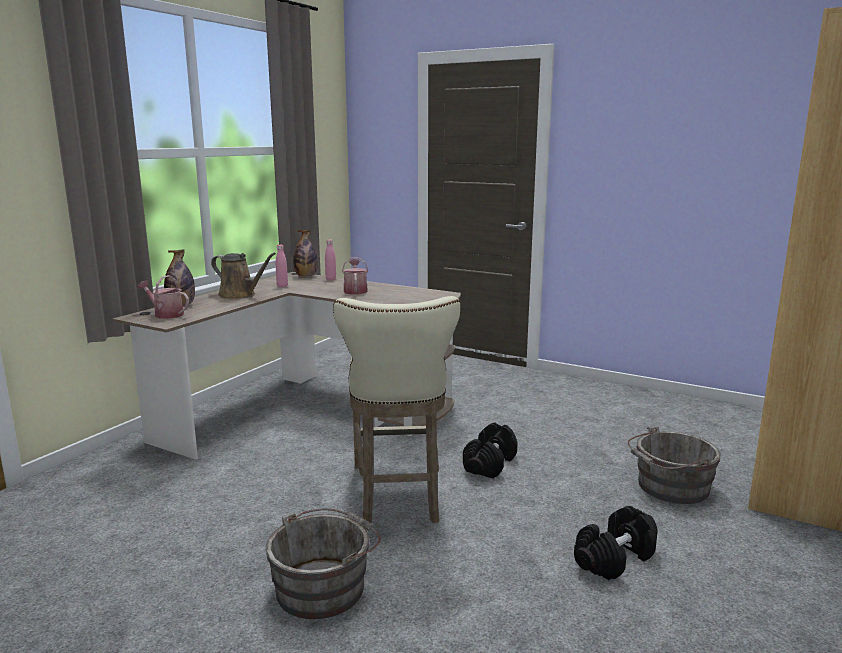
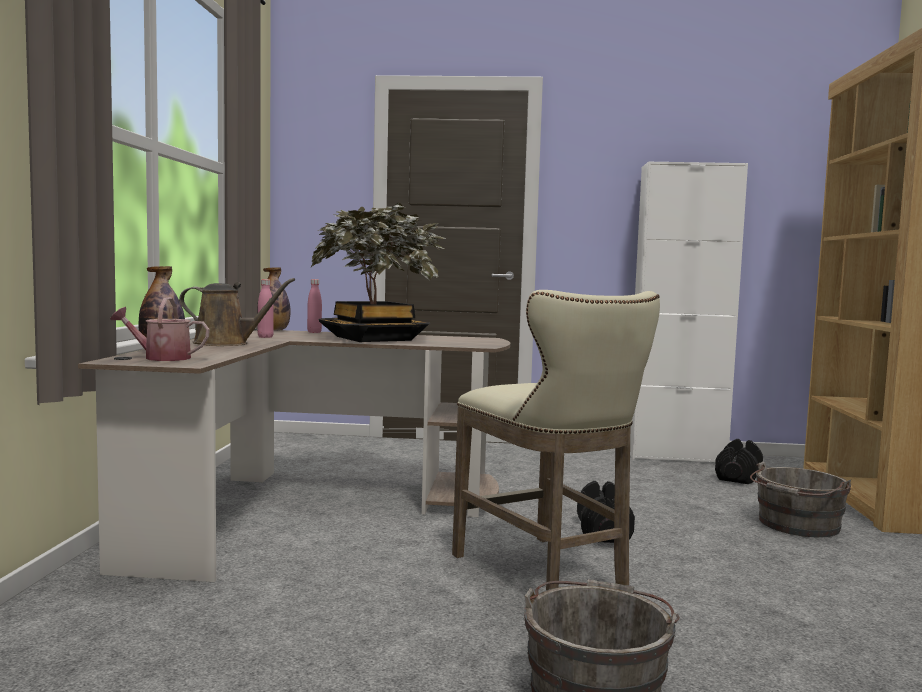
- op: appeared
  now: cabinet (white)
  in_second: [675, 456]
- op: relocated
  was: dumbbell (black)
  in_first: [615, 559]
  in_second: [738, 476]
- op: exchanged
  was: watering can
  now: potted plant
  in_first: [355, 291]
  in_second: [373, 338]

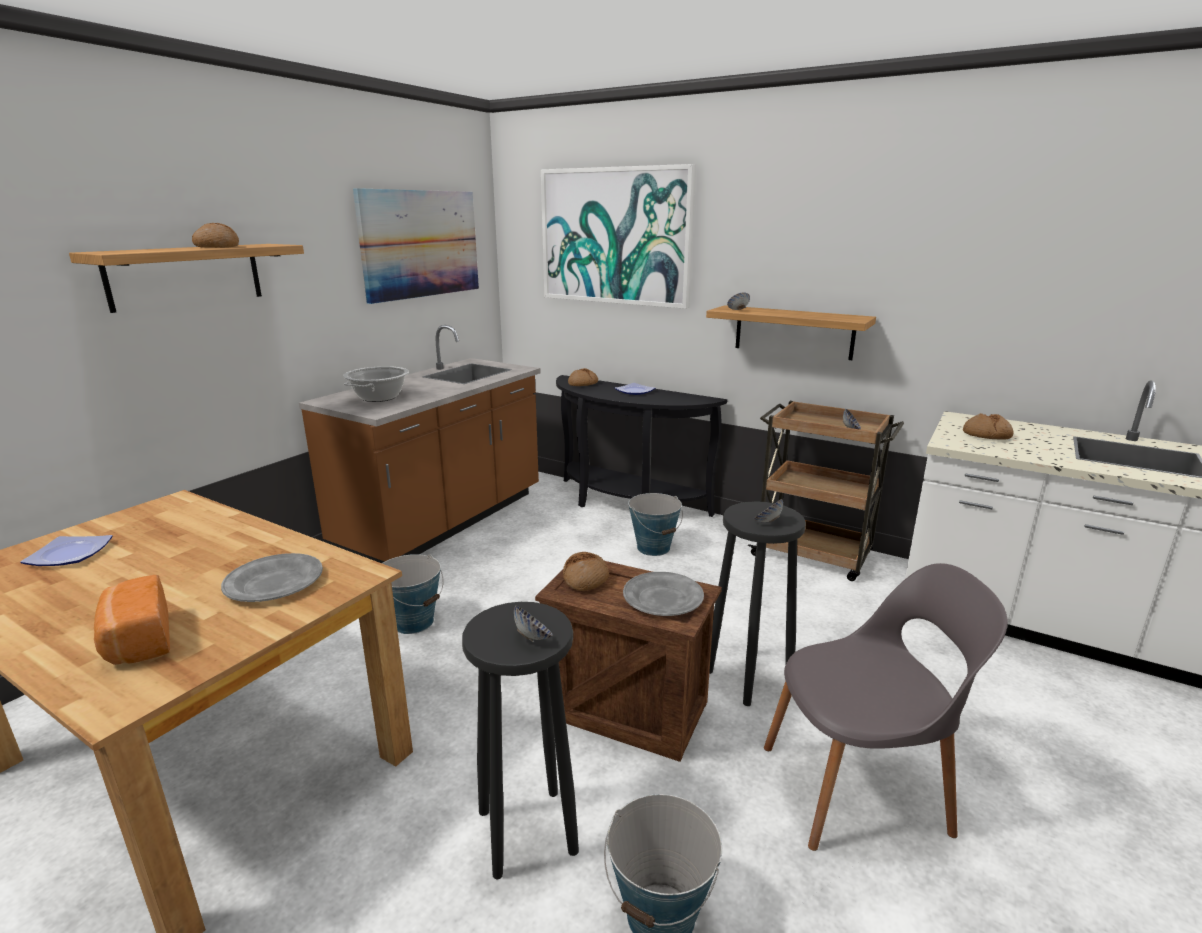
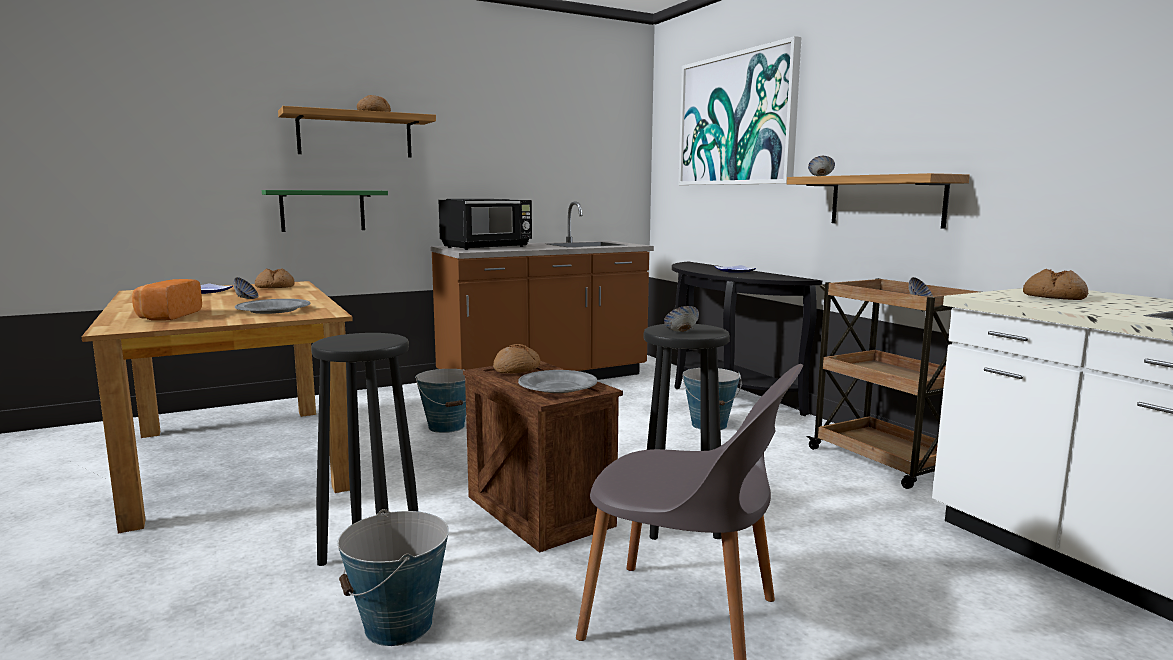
- op: missing
  was: picture
  in_first: [420, 244]
- op: appeared
  now: shelf (green)
  in_second: [323, 210]
- op: relocated
  was: bowl
  in_first: [533, 637]
  in_second: [246, 298]
- op: relocated
  was: bread
  in_first: [583, 384]
  in_second: [275, 287]
- op: exchanged
  was: cooking pot
  now: microwave (black)
  in_first: [379, 397]
  in_second: [488, 247]

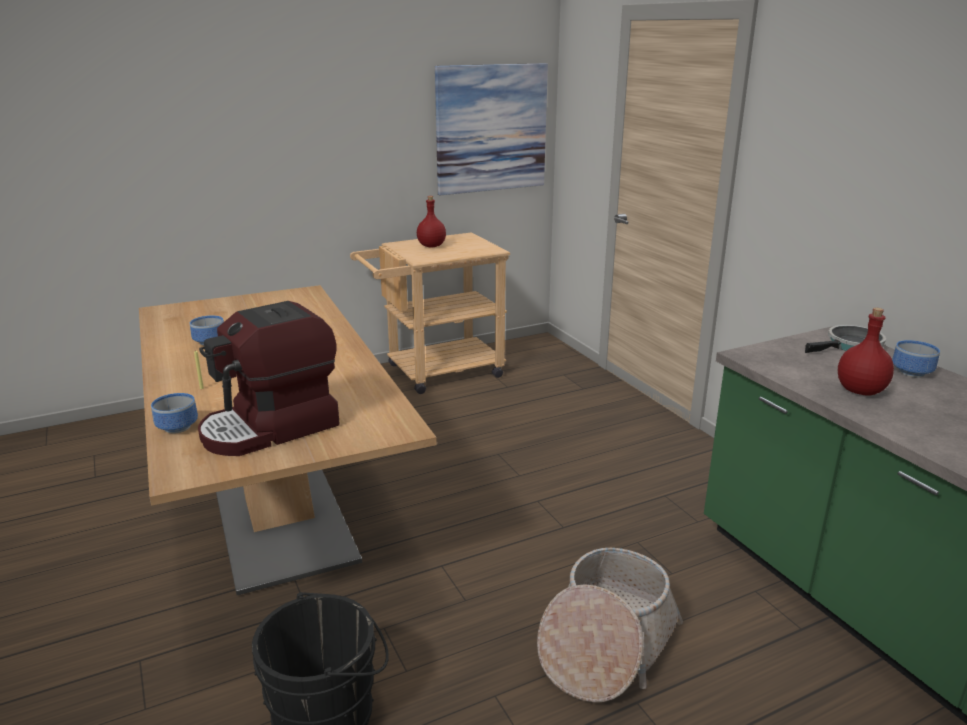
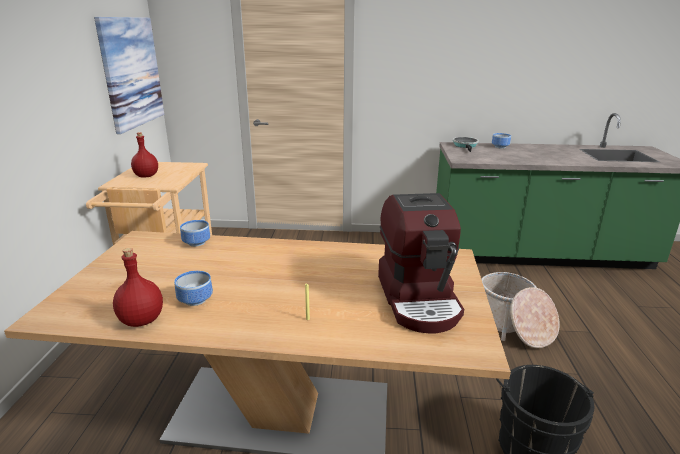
- op: relocated
  was: bowl
  in_first: [175, 428]
  in_second: [196, 243]
- op: relocated
  was: bottle (red)
  in_first: [859, 390]
  in_second: [141, 320]

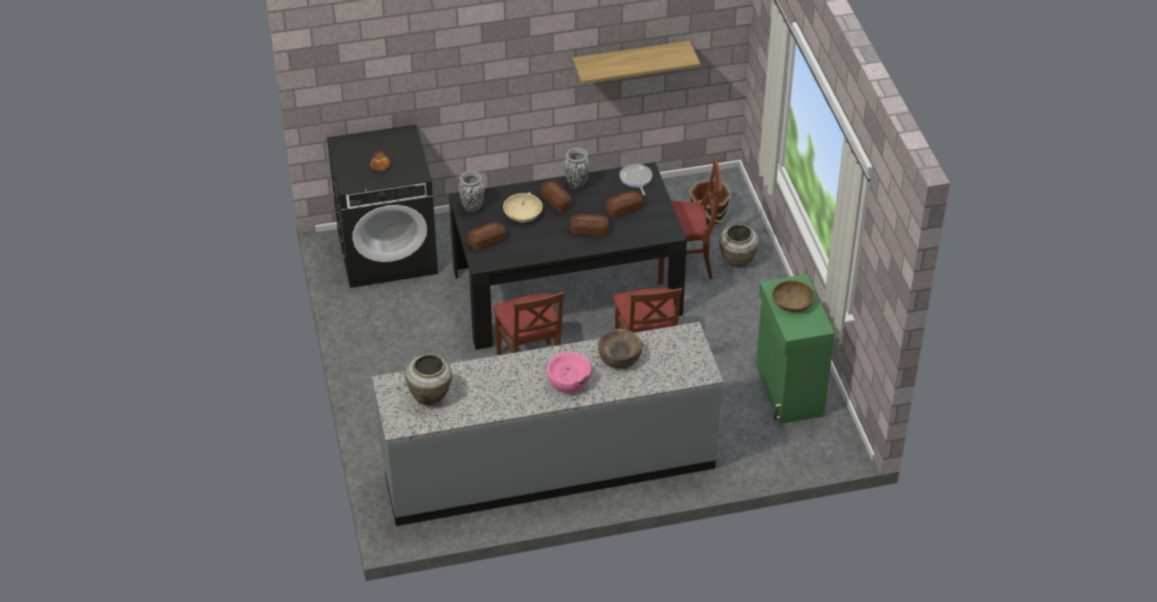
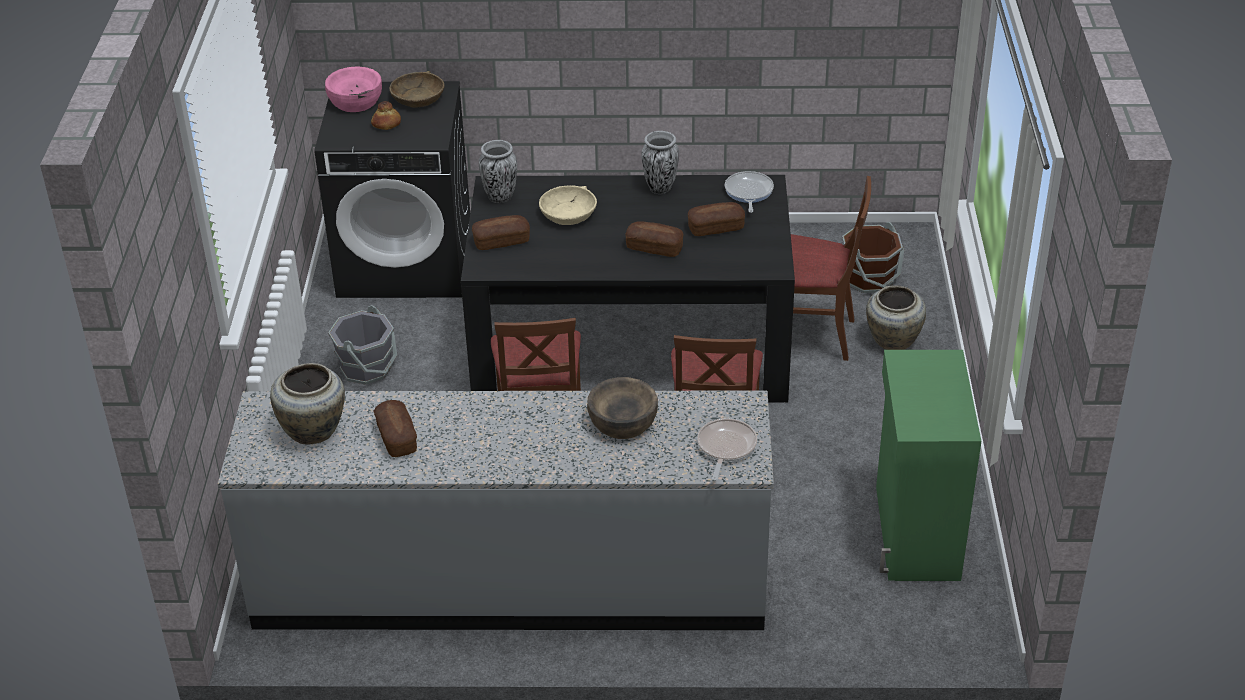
- op: missing
  was: shelf
  in_first: [631, 61]
- op: appeared
  now: bucket (grey)
  in_second: [367, 368]
- op: appeared
  now: frying pan
  in_second: [725, 448]
- op: relocated
  was: bread
  in_first: [555, 201]
  in_second: [396, 437]
- op: relocated
  was: bowl (pink)
  in_first: [569, 381]
  in_second: [356, 101]
- op: relocated
  was: bowl (brown)
  in_first: [792, 301]
  in_second: [418, 97]

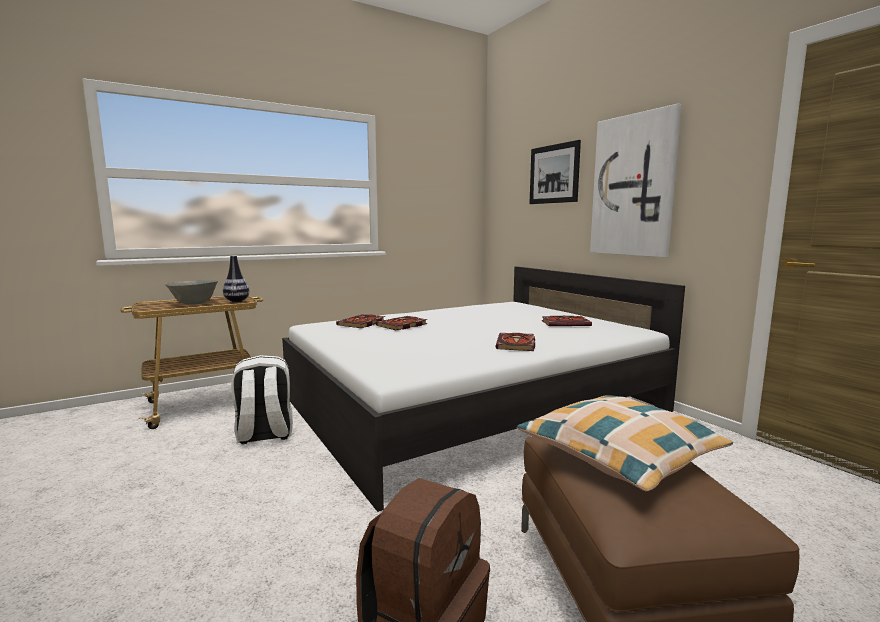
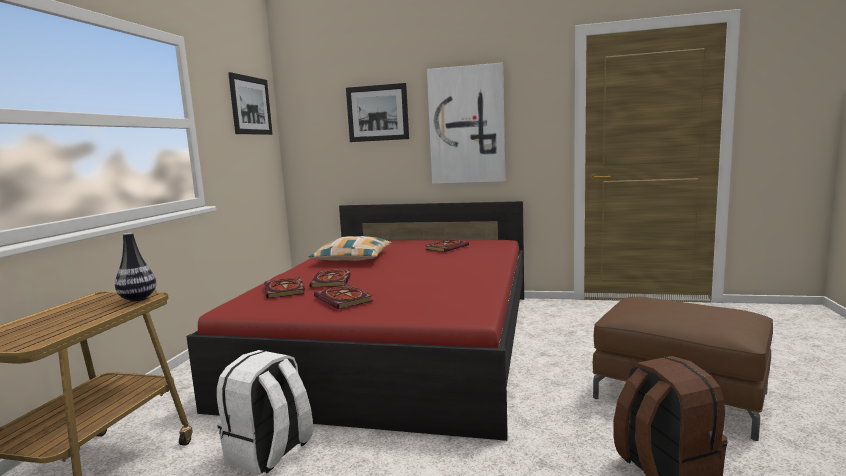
- op: missing
  was: bowl (grey)
  in_first: [194, 304]
- op: appeared
  now: picture
  in_second: [251, 105]
- op: relocated
  was: book
  in_first: [516, 344]
  in_second: [345, 299]
- op: relocated
  was: pillow
  in_first: [619, 454]
  in_second: [353, 258]
- op: colour
  was: bed (white)
  now: bed (red)
  in_first: [471, 403]
  in_second: [399, 342]

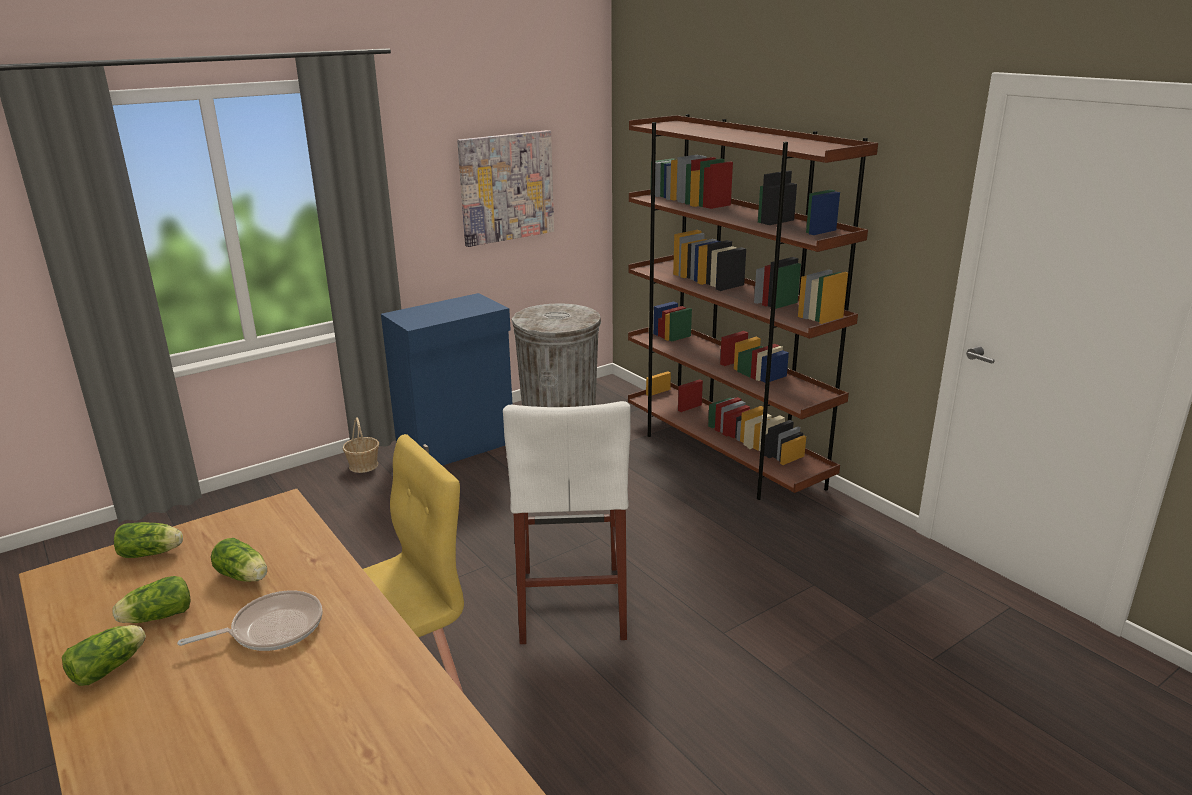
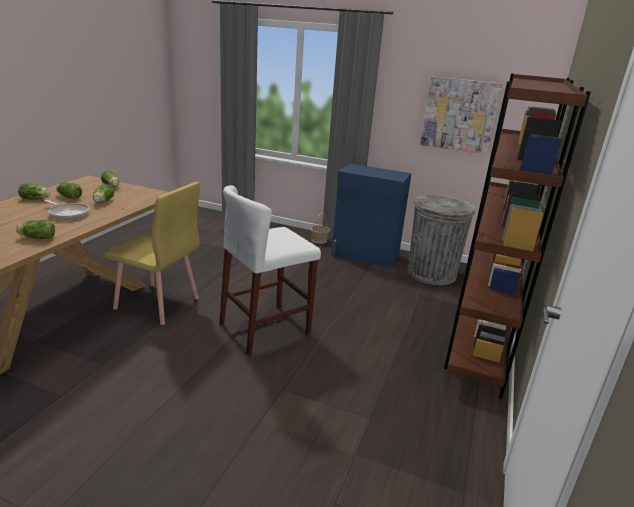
- op: appeared
  now: lettuce
  in_second: [37, 238]

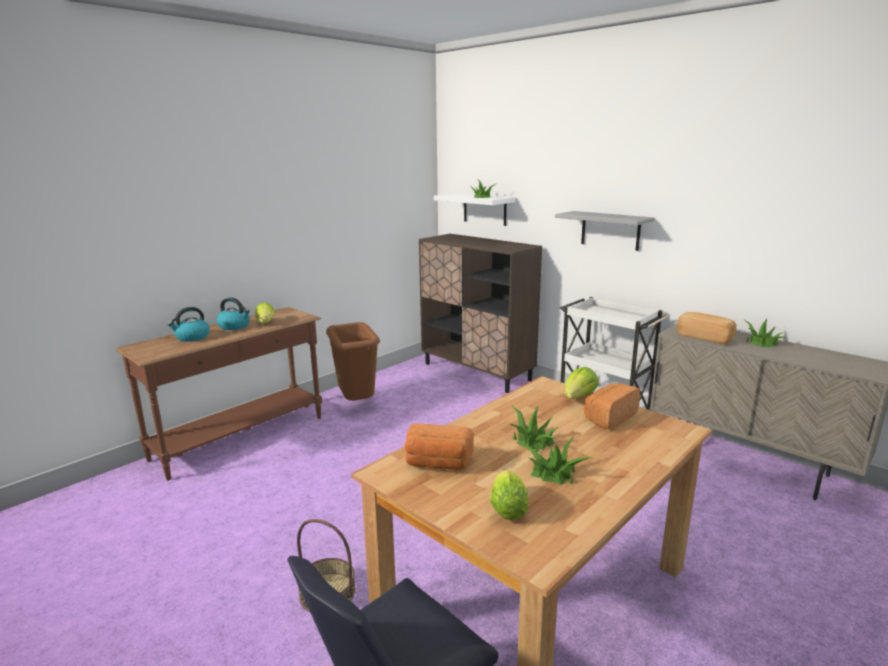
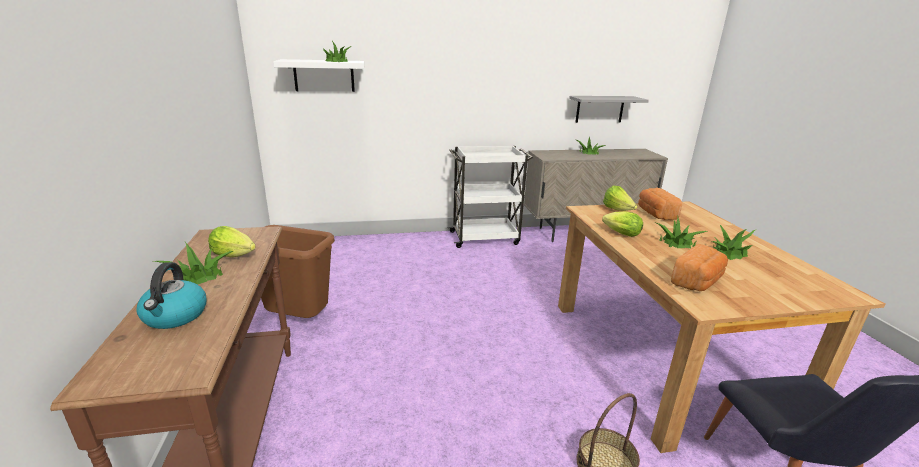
- op: missing
  was: cabinet (brown)
  in_first: [477, 372]
- op: missing
  was: bread
  in_first: [705, 337]
- op: relocated
  was: lettuce
  in_first: [507, 507]
  in_second: [619, 233]
- op: relocated
  was: shelf (grey)
  in_first: [610, 230]
  in_second: [599, 109]
- op: exchanged
  was: kettle
  now: potted plant
  in_first: [235, 326]
  in_second: [199, 276]

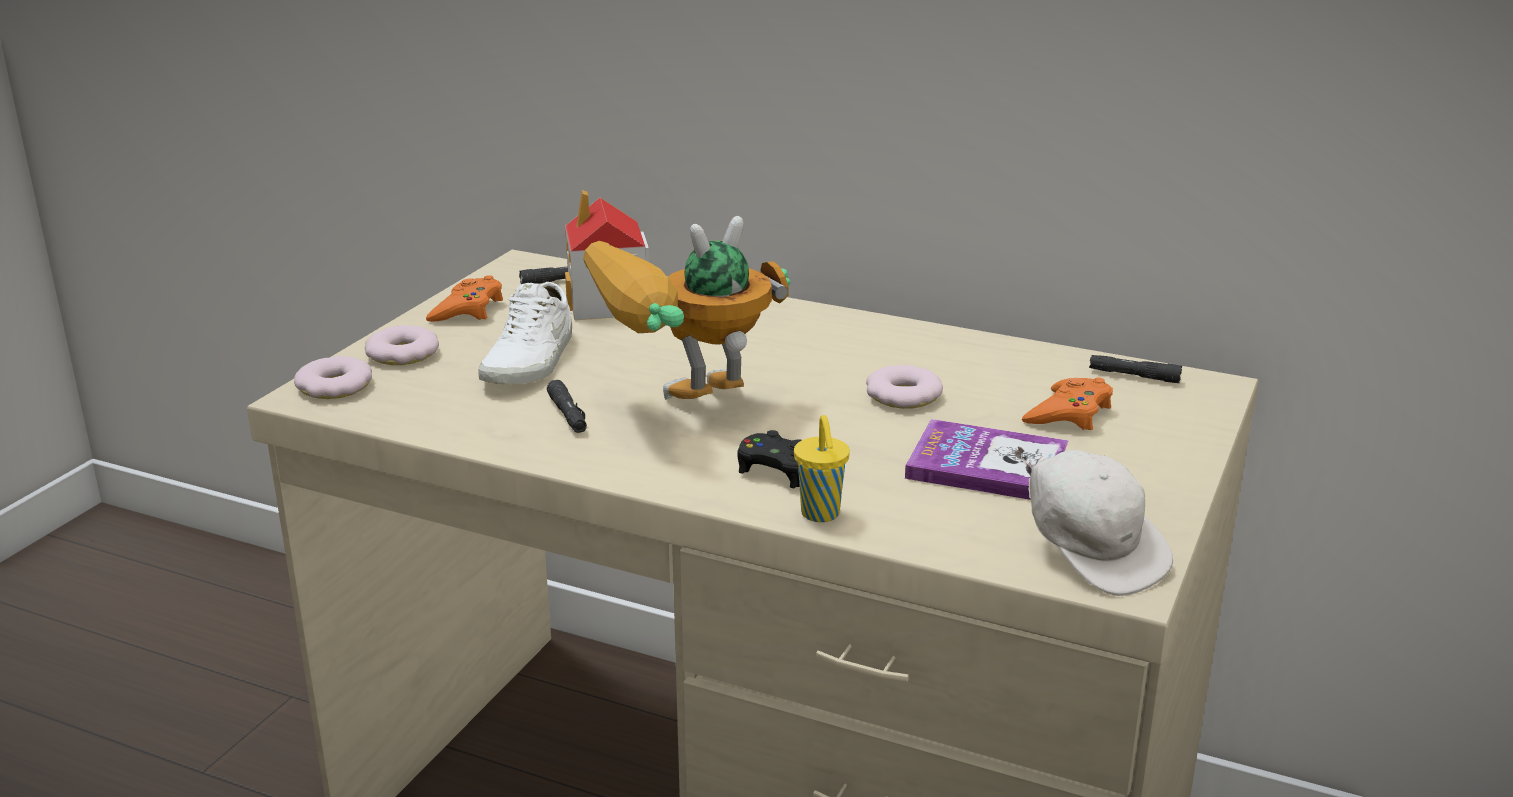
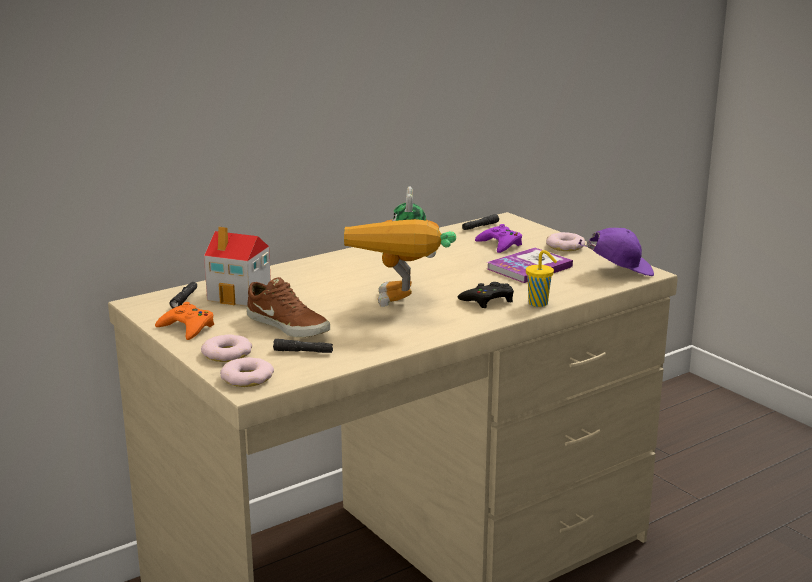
- op: relocated
  was: flashlight (black)
  in_first: [568, 415]
  in_second: [303, 351]
- op: relocated
  was: donut
  in_first: [903, 395]
  in_second: [565, 246]
- op: colour
  was: shoe (white)
  now: shoe (brown)
  in_first: [531, 361]
  in_second: [289, 325]
- op: colour
  was: cap (white)
  now: cap (purple)
  in_first: [1091, 553]
  in_second: [618, 271]
- op: colour
  was: game controller (orange)
  now: game controller (purple)
  in_first: [1069, 413]
  in_second: [500, 244]

